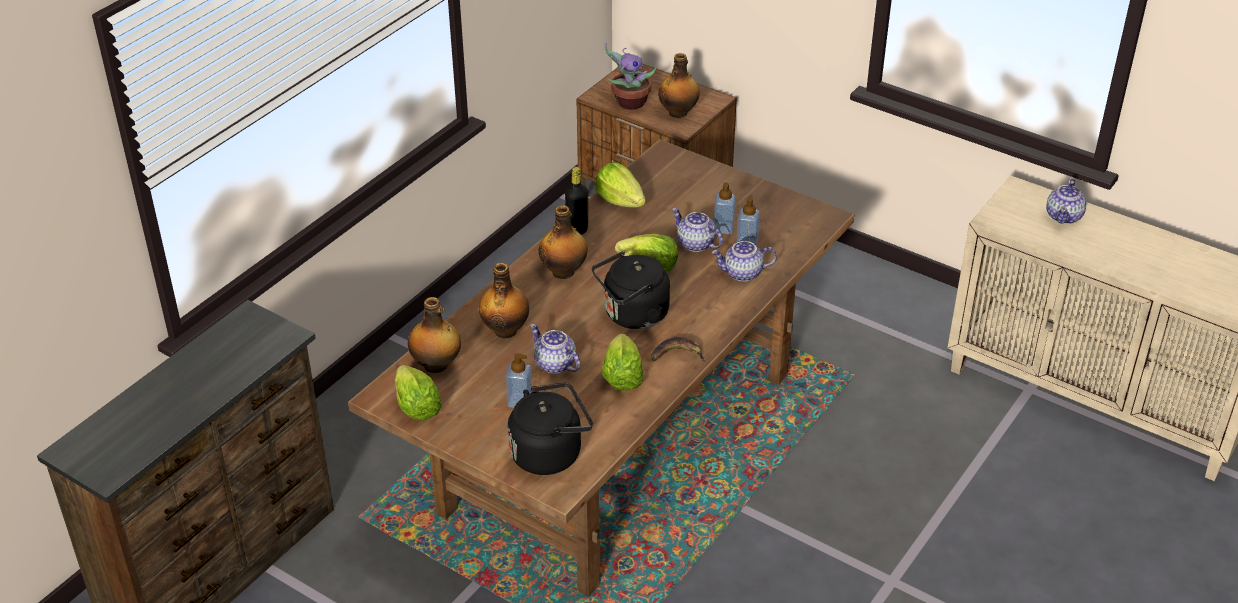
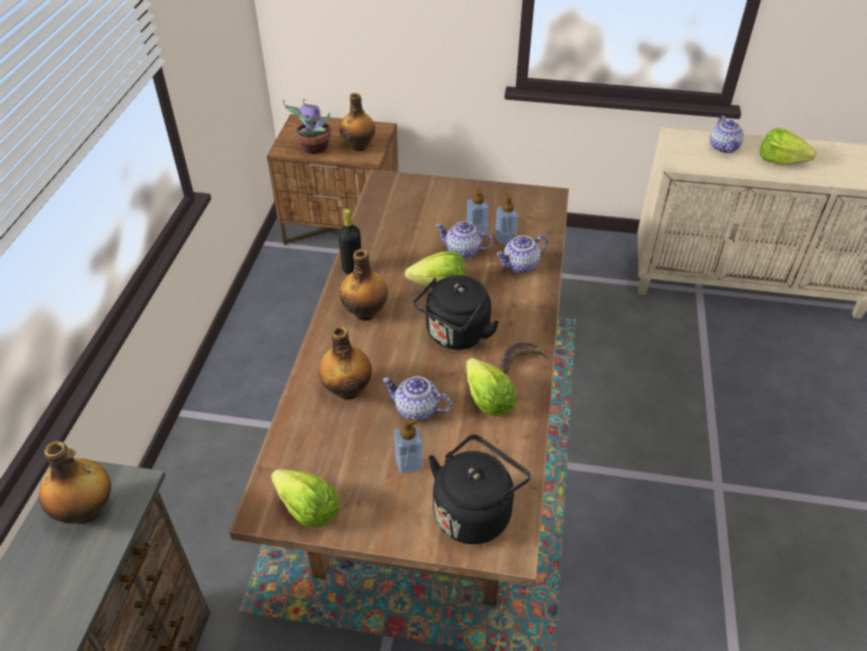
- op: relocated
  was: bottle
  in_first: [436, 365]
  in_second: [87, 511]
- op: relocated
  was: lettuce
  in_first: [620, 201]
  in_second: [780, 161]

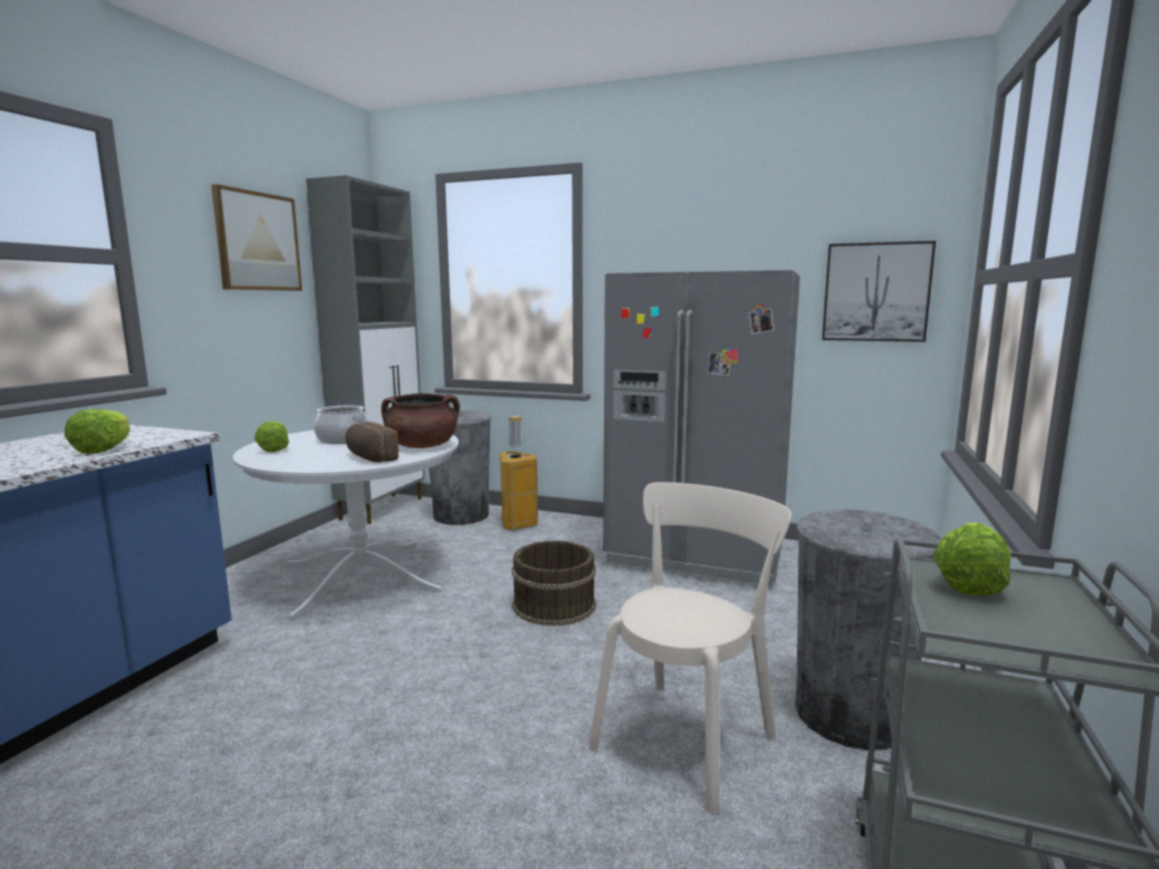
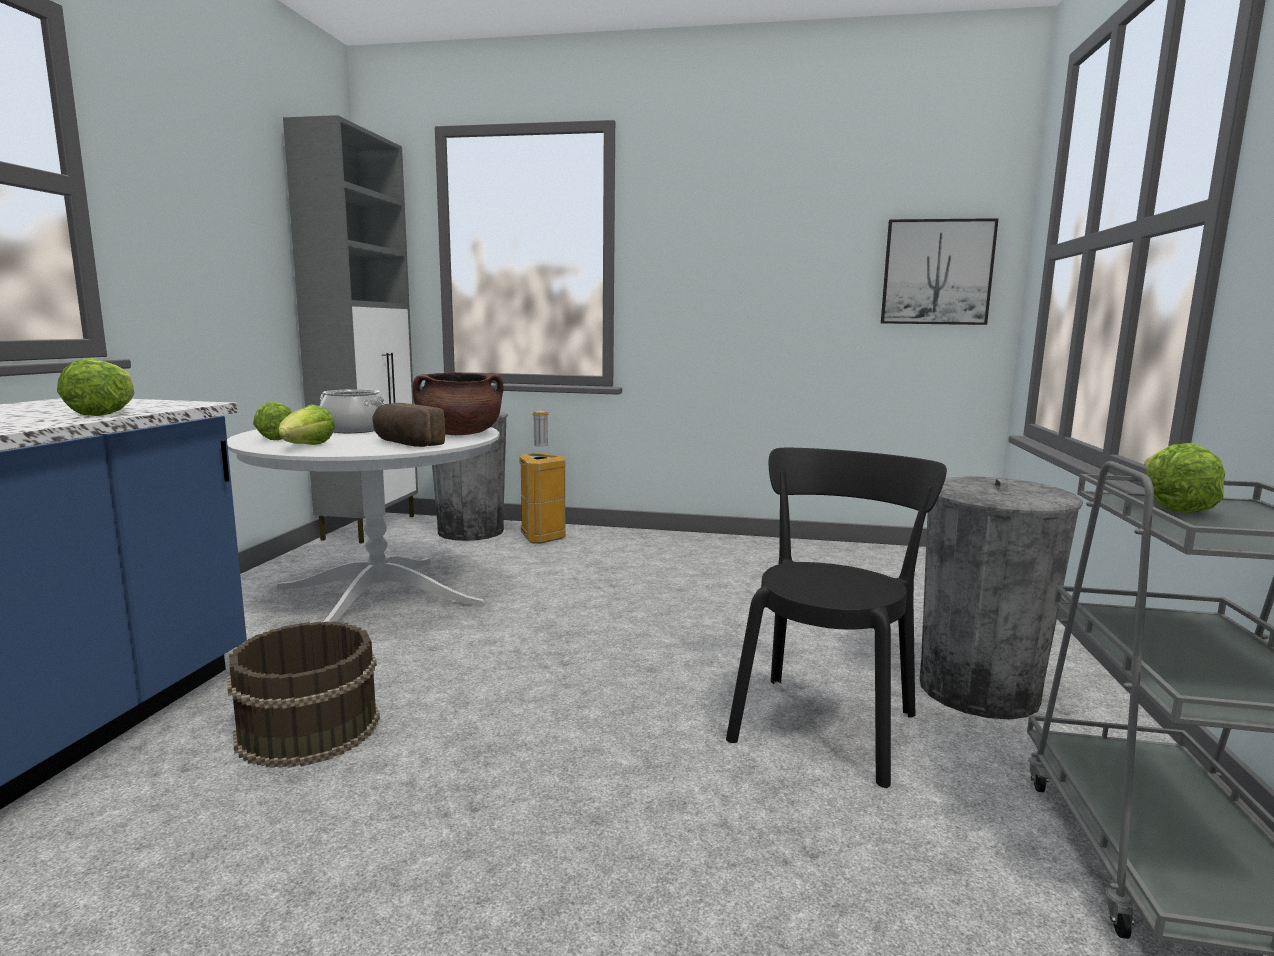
- op: missing
  was: picture
  in_first: [257, 242]
- op: missing
  was: fridge (grey)
  in_first: [698, 552]
- op: appeared
  now: lettuce
  in_second: [306, 447]
- op: relocated
  was: bucket (brown)
  in_first: [553, 605]
  in_second: [306, 728]
- op: colour
  was: chair (beige)
  now: chair (black)
  in_first: [687, 737]
  in_second: [826, 722]

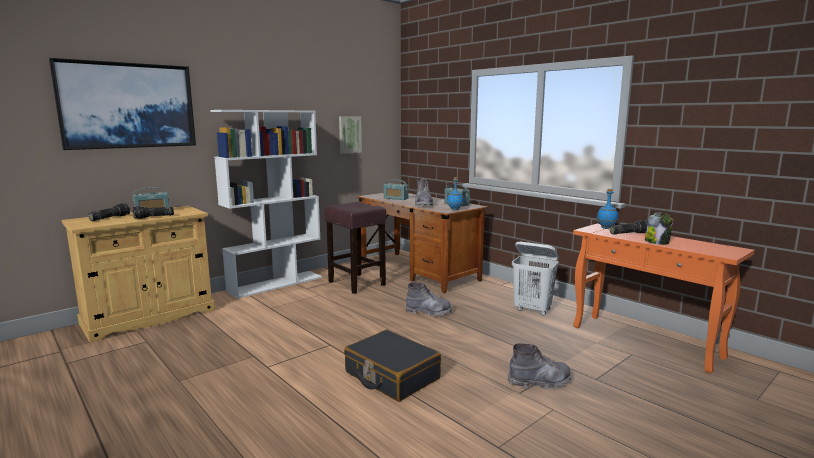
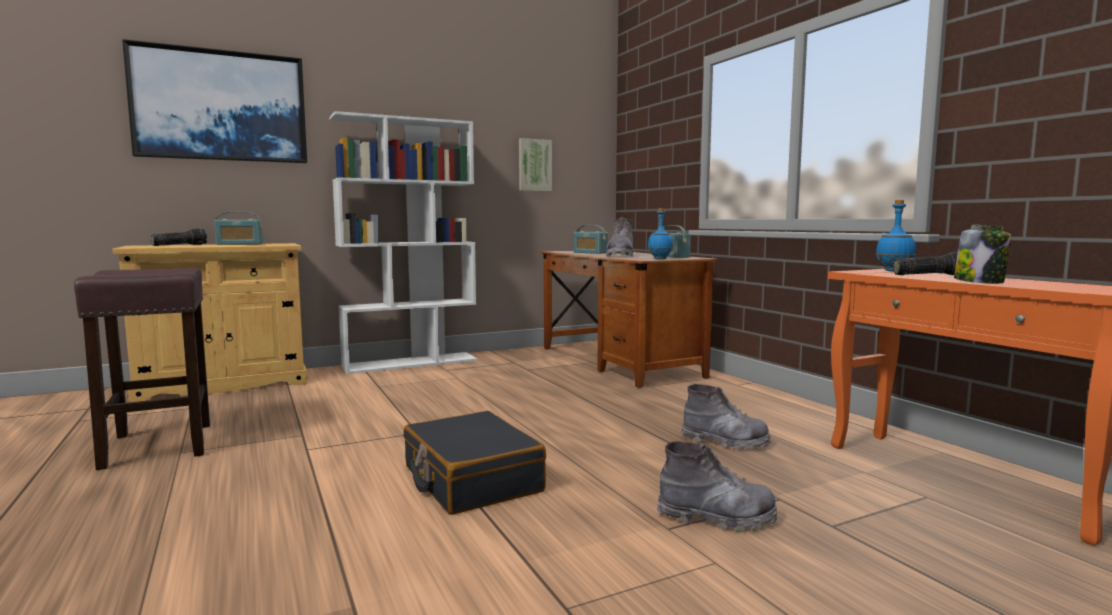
- op: missing
  was: flashlight
  in_first: [154, 217]
- op: missing
  was: laundry basket (white)
  in_first: [533, 310]
- op: relocated
  was: stool (brown)
  in_first: [356, 283]
  in_second: [158, 444]
- op: relocated
  was: boot (grey)
  in_first: [428, 312]
  in_second: [724, 441]

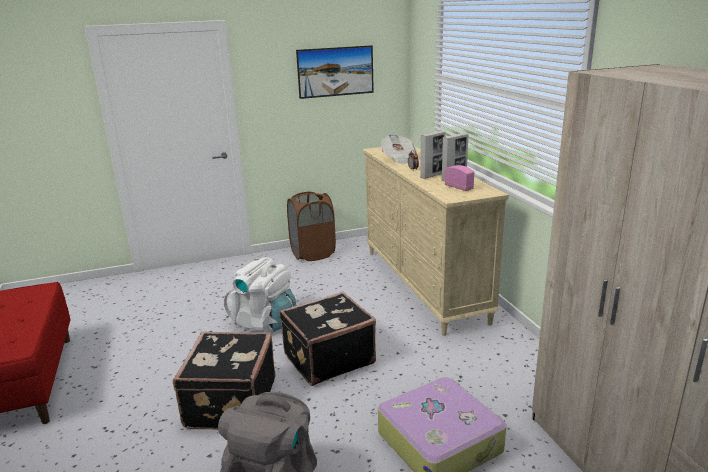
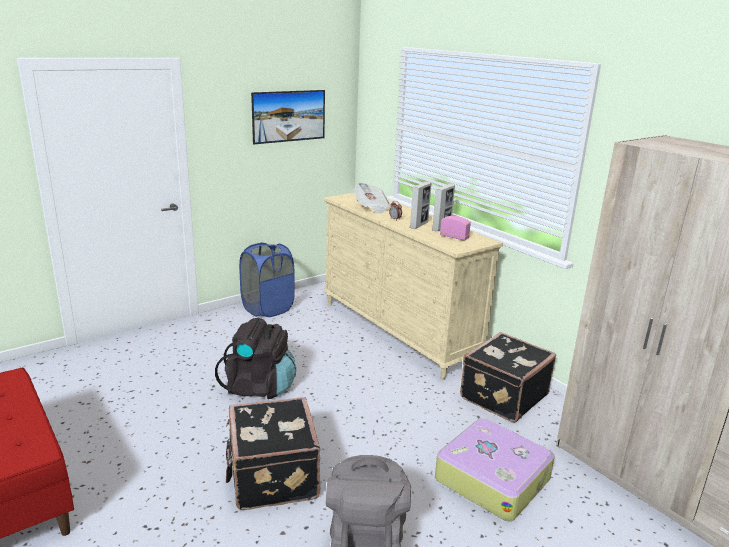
- op: relocated
  was: suitcase (black)
  in_first: [327, 358]
  in_second: [502, 396]
- op: colour
  was: backpack (white)
  now: backpack (black)
  in_first: [265, 322]
  in_second: [259, 387]
- op: colour
  was: laundry basket (brown)
  now: laundry basket (blue)
  in_first: [313, 253]
  in_second: [267, 308]

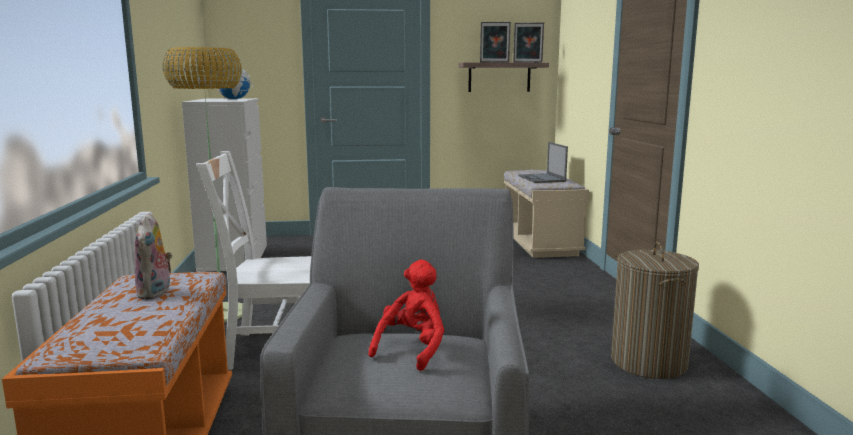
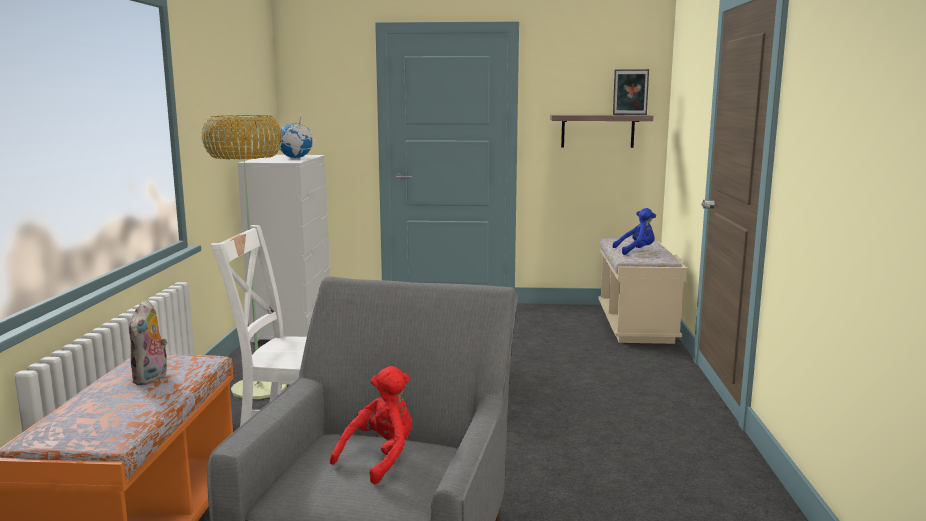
- op: missing
  was: picture frame
  in_first: [494, 62]
- op: missing
  was: laundry basket
  in_first: [649, 362]
- op: exchanged
  was: laptop
  now: plush toy (blue)
  in_first: [542, 179]
  in_second: [636, 251]

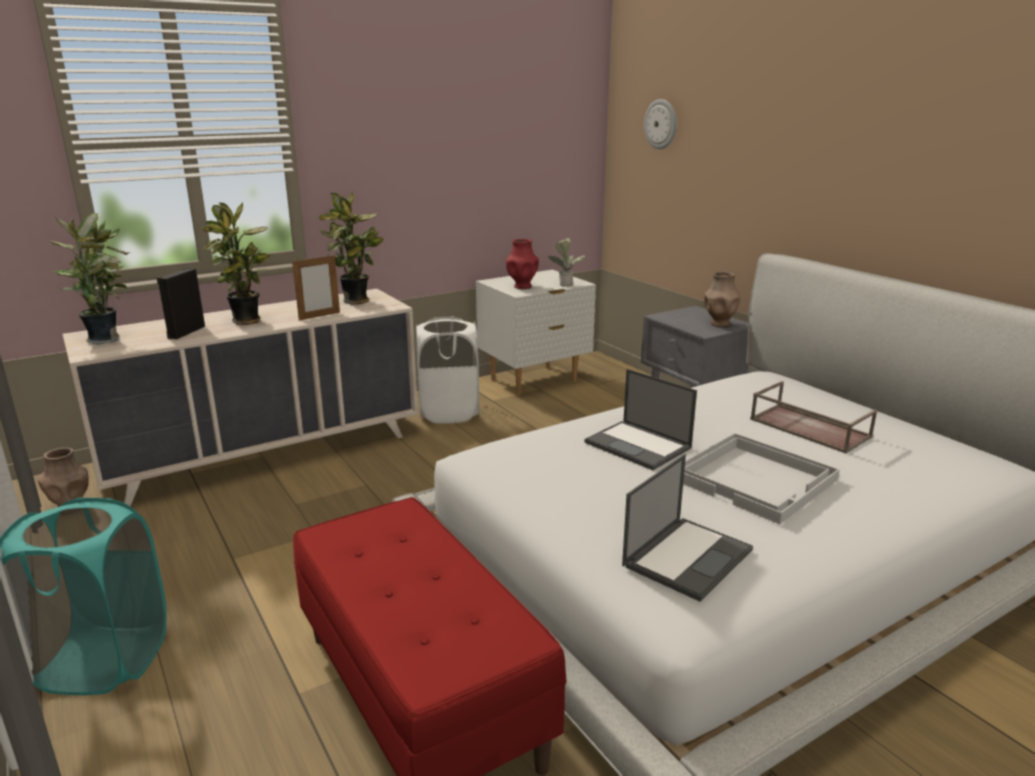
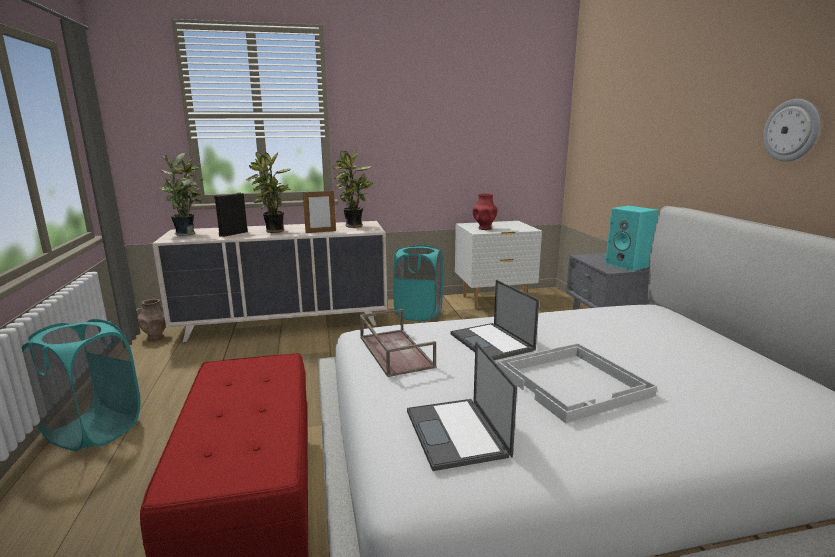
- op: missing
  was: potted plant
  in_first: [565, 284]
- op: relocated
  was: wall clock
  in_first: [661, 124]
  in_second: [792, 130]
- op: relocated
  was: tray (brown)
  in_first: [808, 428]
  in_second: [394, 351]
- op: exchanged
  was: vase (brown)
  now: speaker (turquoise)
  in_first: [719, 324]
  in_second: [629, 265]
- op: colour
  was: laundry basket (white)
  now: laundry basket (turquoise)
  in_first: [449, 412]
  in_second: [419, 314]
- op: spun
  was: laptop
  in_first: [688, 557]
  in_second: [457, 433]
  clockwise: 105

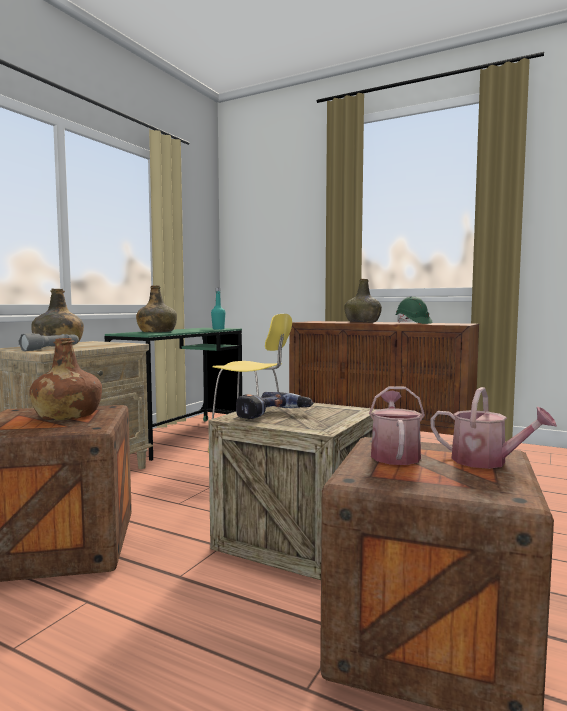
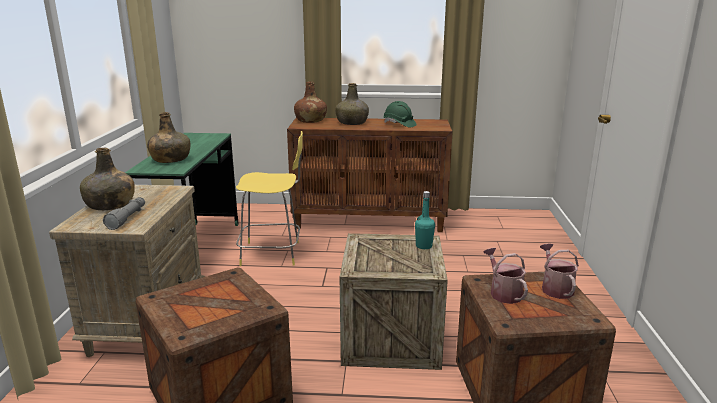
- op: missing
  was: power drill
  in_first: [273, 415]
- op: relocated
  was: bottle (brown)
  in_first: [67, 416]
  in_second: [310, 120]
- op: relocated
  was: bottle (turquoise)
  in_first: [218, 329]
  in_second: [424, 246]
- op: spun
  was: watering can
  in_first: [487, 462]
  in_second: [555, 288]
  clockwise: -105

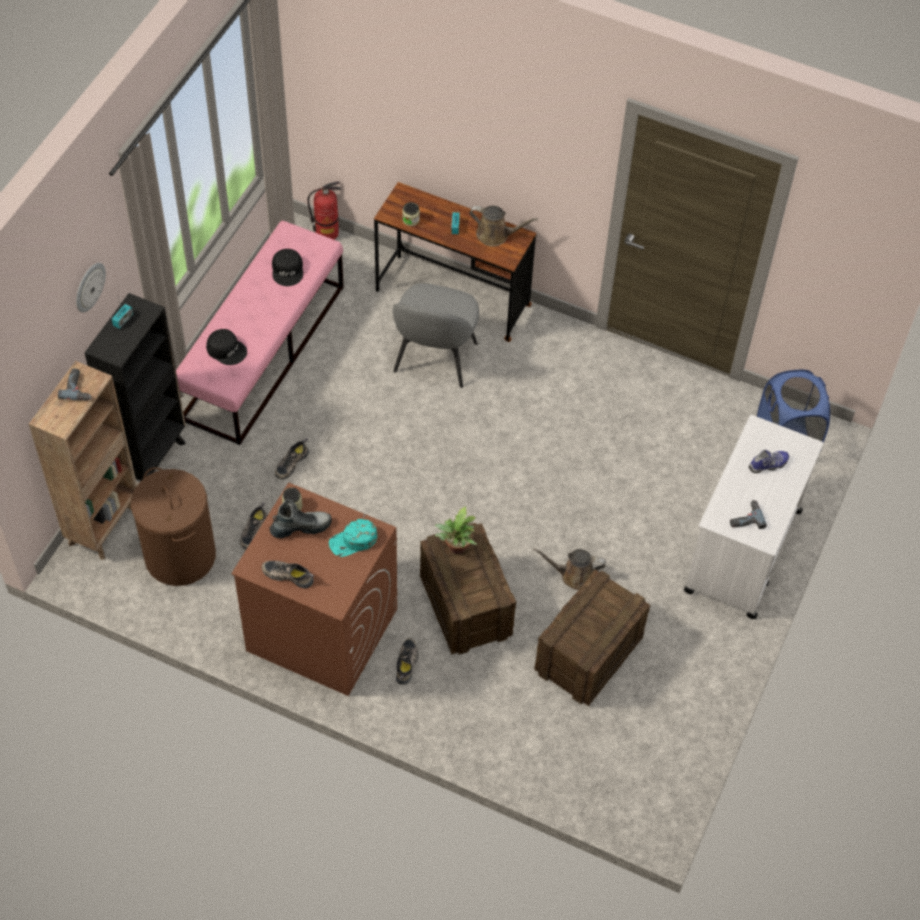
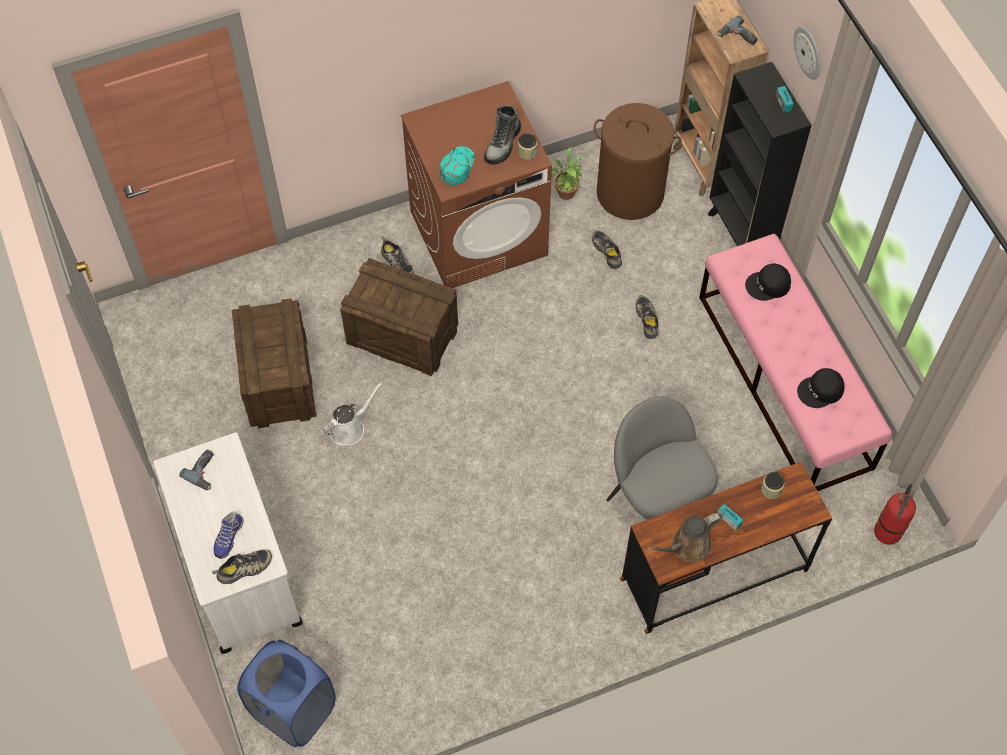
- op: relocated
  was: shoe
  in_first: [289, 575]
  in_second: [244, 569]
- op: relocated
  was: potted plant
  in_first: [456, 548]
  in_second: [565, 191]
- op: colour
  was: watering can (brown)
  now: watering can (white)
  in_first: [574, 575]
  in_second: [350, 428]
- op: spun
  was: cap (black)
  in_first: [288, 270]
  in_second: [821, 391]
  clockwise: -60

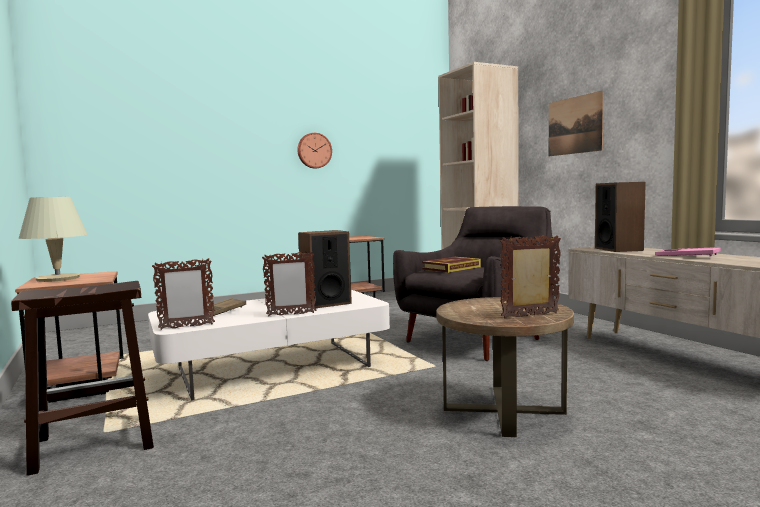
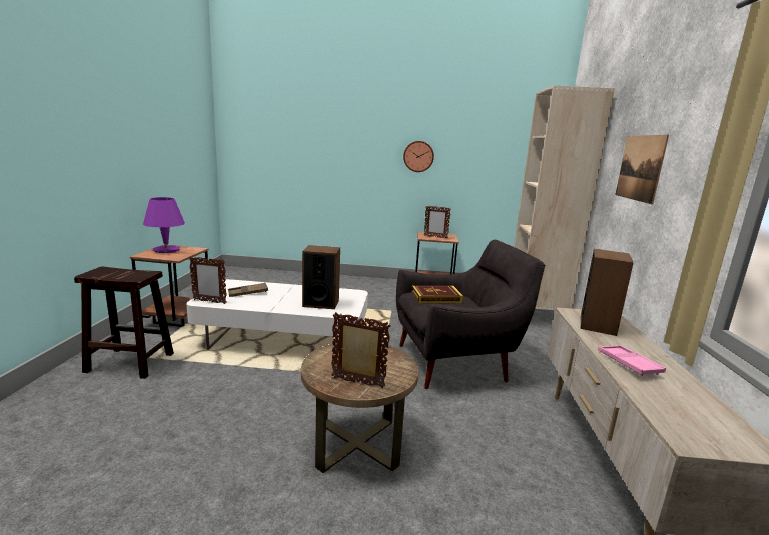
- op: relocated
  was: picture frame
  in_first: [291, 314]
  in_second: [435, 237]
- op: colour
  was: table lamp (beige)
  now: table lamp (purple)
  in_first: [58, 278]
  in_second: [166, 250]

